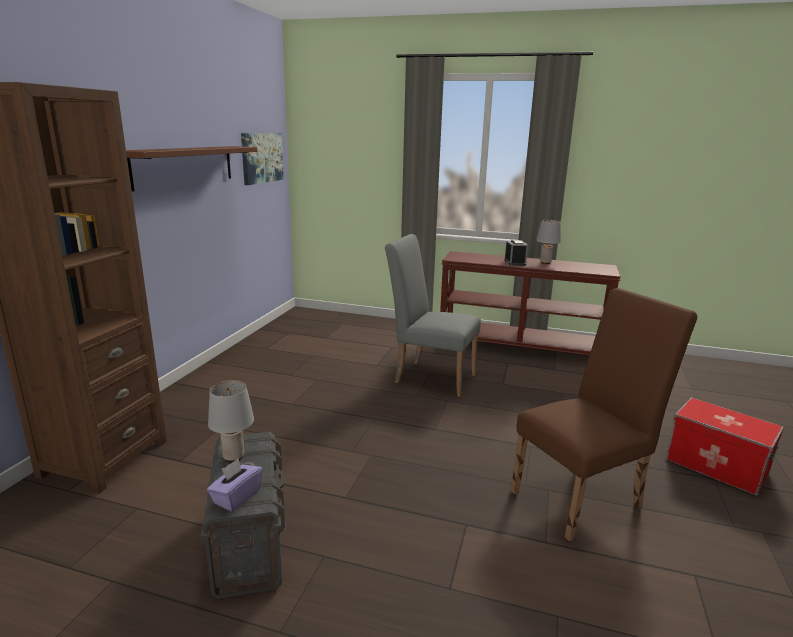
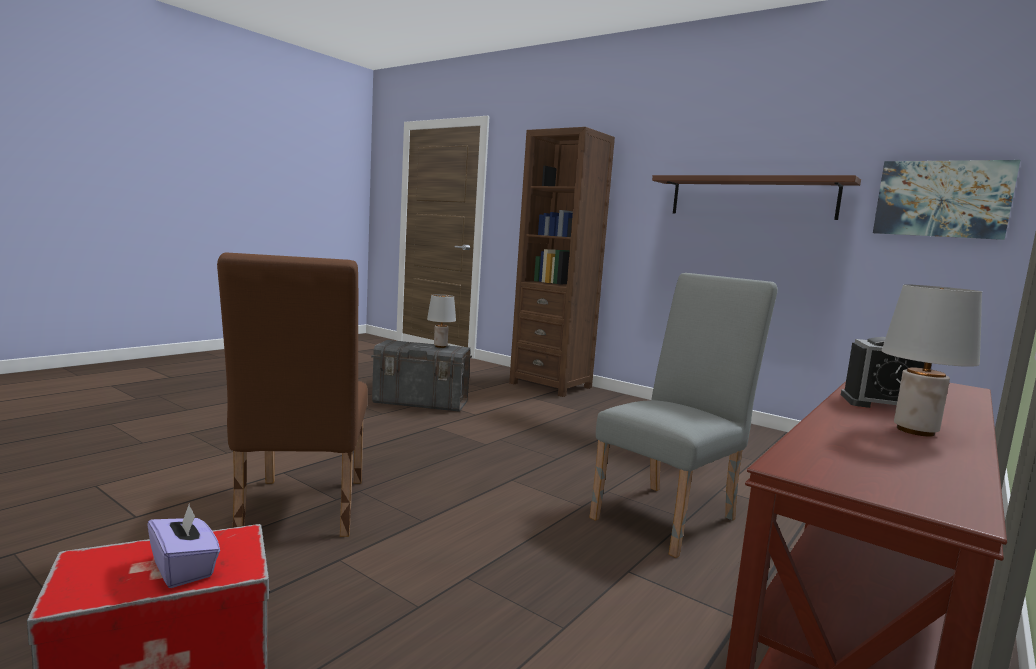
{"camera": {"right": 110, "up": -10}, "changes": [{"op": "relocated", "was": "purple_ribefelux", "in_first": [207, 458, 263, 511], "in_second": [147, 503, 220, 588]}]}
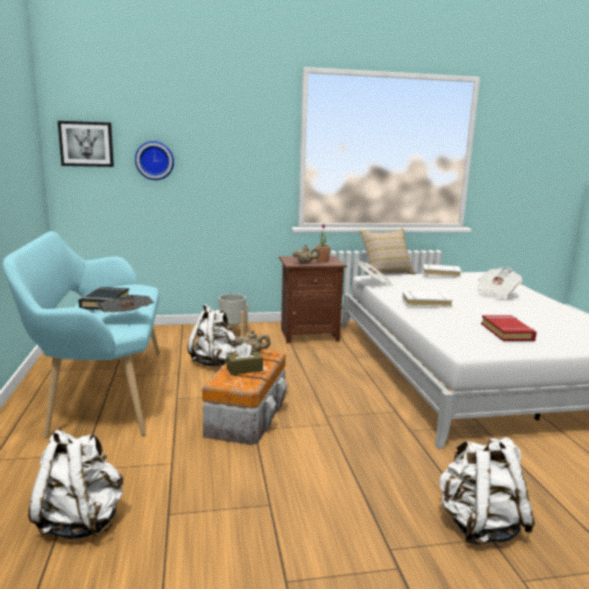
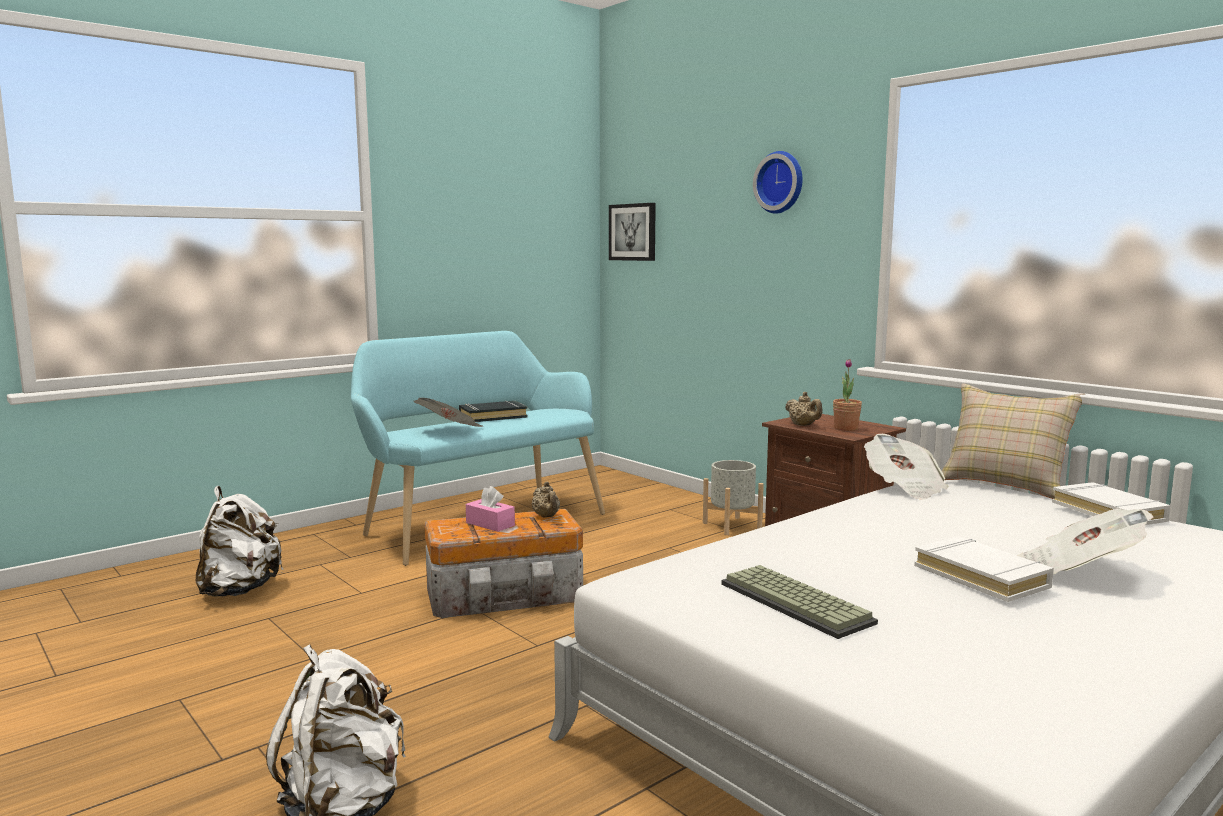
{"camera": {"right": 60, "up": -5}, "changes": [{"op": "missing", "was": "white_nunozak", "in_first": [187, 304, 237, 366]}, {"op": "relocated", "was": "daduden", "in_first": [135, 141, 174, 180], "in_second": [753, 151, 802, 214]}, {"op": "relocated", "was": "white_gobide", "in_first": [402, 291, 453, 308], "in_second": [914, 536, 1054, 602]}, {"op": "exchanged", "was": "red_gobide", "now": "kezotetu", "in_first": [481, 315, 537, 341], "in_second": [721, 565, 878, 639]}, {"op": "colour", "was": "brown_ribefelux", "now": "pink_ribefelux", "in_first": [226, 343, 263, 375], "in_second": [466, 486, 515, 532]}]}
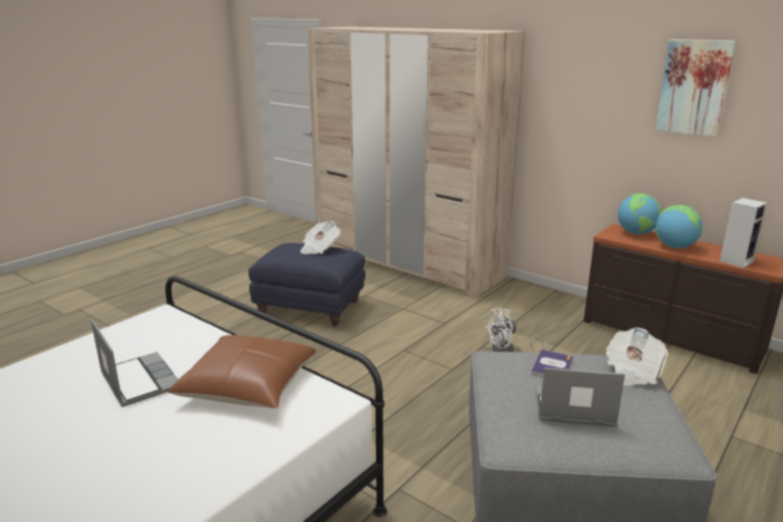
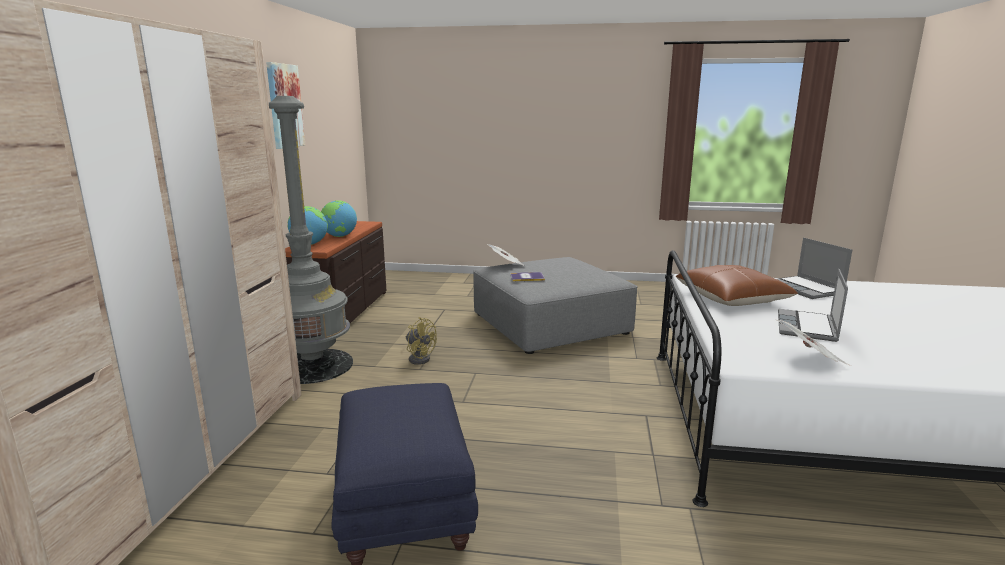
{"camera": {"right": -120, "up": -5}, "changes": [{"op": "missing", "was": "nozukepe", "in_first": [720, 198, 768, 268]}, {"op": "appeared", "now": "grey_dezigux", "in_second": [269, 96, 353, 384]}, {"op": "relocated", "was": "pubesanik", "in_first": [300, 221, 340, 254], "in_second": [777, 320, 852, 366]}, {"op": "relocated", "was": "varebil", "in_first": [536, 368, 625, 427], "in_second": [777, 238, 852, 299]}, {"op": "colour", "was": "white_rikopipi", "now": "yellow_rikopipi", "in_first": [485, 308, 544, 353], "in_second": [406, 317, 437, 365]}]}
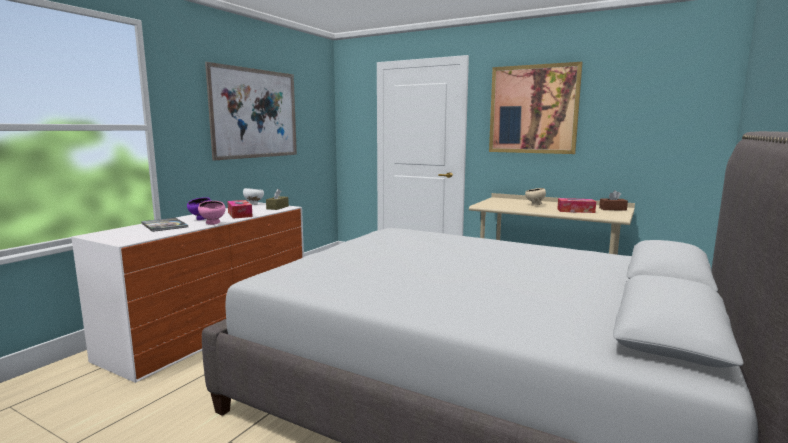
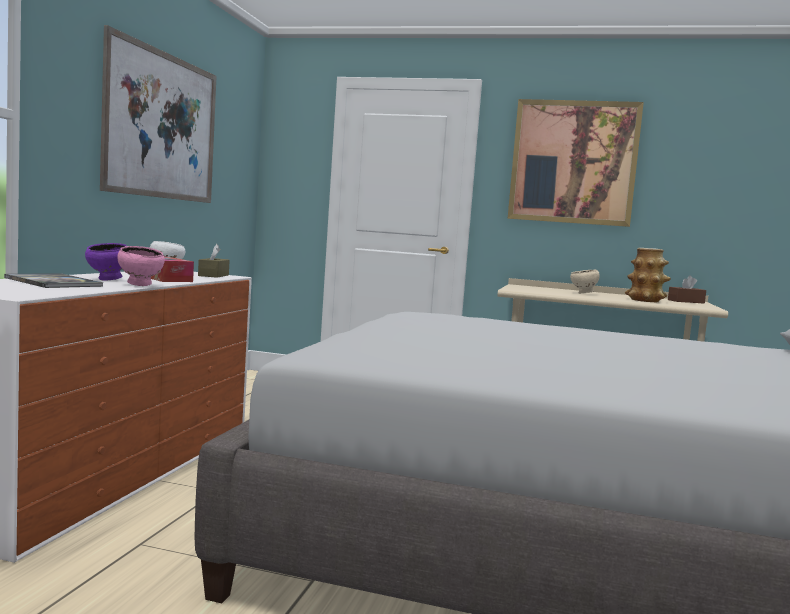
{"camera": {"right": -15, "up": -5}, "changes": [{"op": "exchanged", "was": "ribefelux", "now": "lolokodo", "in_first": [557, 198, 596, 213], "in_second": [625, 248, 671, 302]}]}
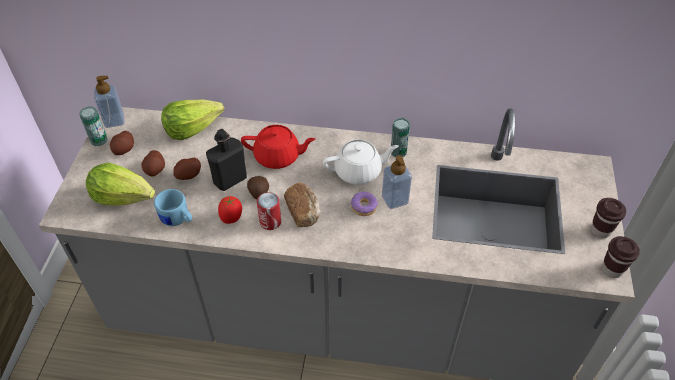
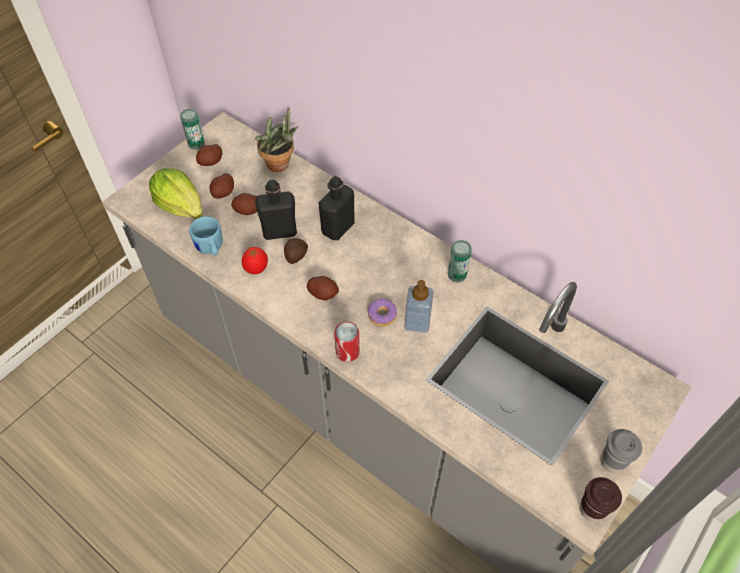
{"camera": {"right": 30, "up": 5}, "changes": [{"op": "missing", "was": "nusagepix", "in_first": [94, 76, 125, 128]}, {"op": "missing", "was": "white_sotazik", "in_first": [323, 139, 399, 185]}, {"op": "relocated", "was": "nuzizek", "in_first": [257, 192, 281, 230], "in_second": [334, 322, 360, 362]}, {"op": "exchanged", "was": "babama", "now": "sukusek", "in_first": [161, 99, 224, 140], "in_second": [255, 108, 298, 172]}, {"op": "exchanged", "was": "red_sotazik", "now": "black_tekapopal", "in_first": [241, 125, 316, 169], "in_second": [318, 176, 355, 240]}, {"op": "exchanged", "was": "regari", "now": "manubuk", "in_first": [284, 182, 321, 227], "in_second": [307, 276, 339, 300]}, {"op": "colour", "was": "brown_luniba", "now": "grey_luniba", "in_first": [591, 198, 627, 238], "in_second": [601, 429, 642, 473]}]}
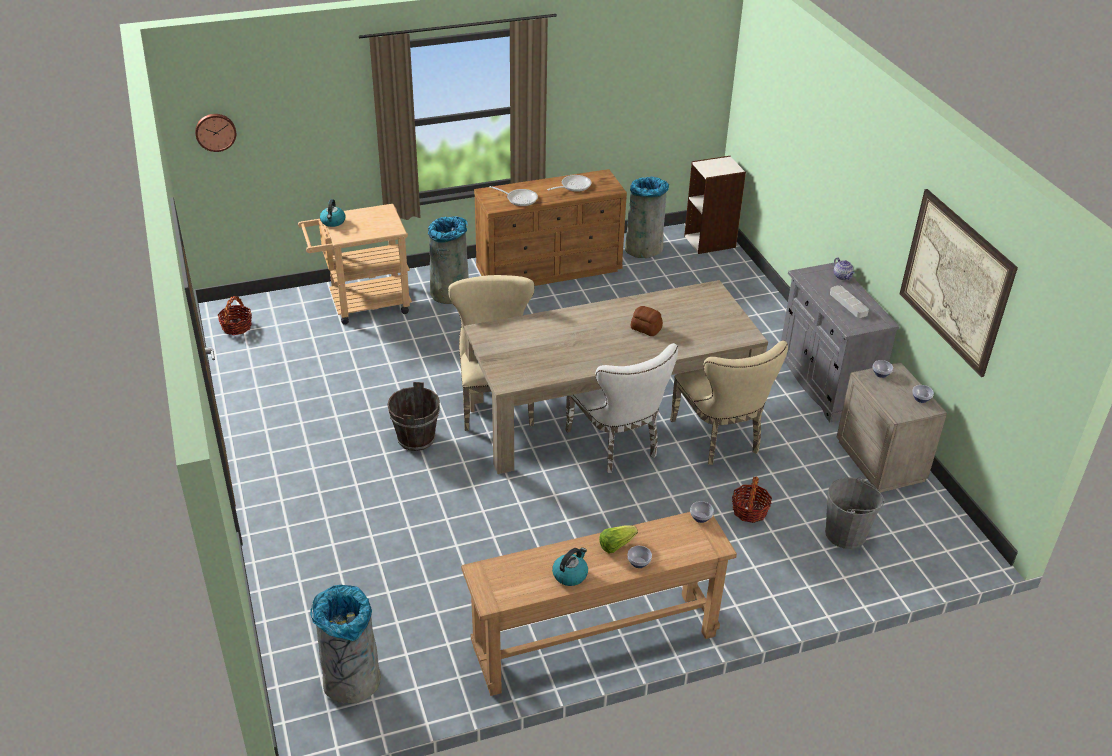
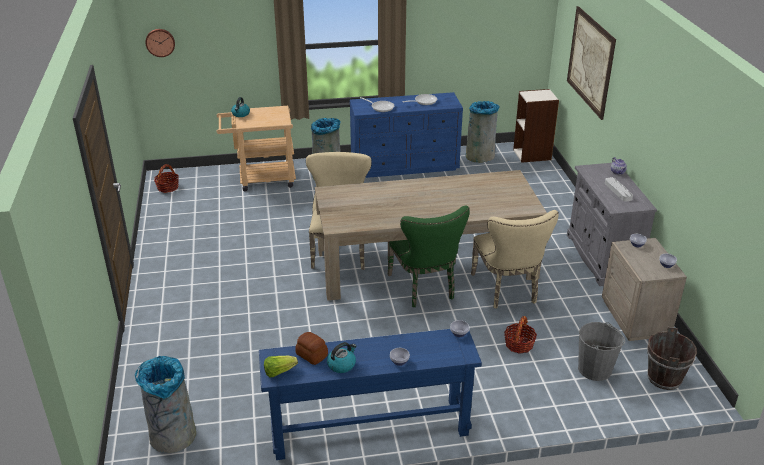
{"camera": {"right": 10, "up": -5}, "changes": [{"op": "relocated", "was": "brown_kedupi", "in_first": [387, 382, 440, 451], "in_second": [647, 327, 697, 390]}, {"op": "relocated", "was": "babama", "in_first": [599, 525, 638, 553], "in_second": [264, 355, 298, 377]}, {"op": "relocated", "was": "regari", "in_first": [630, 306, 663, 336], "in_second": [295, 332, 328, 365]}, {"op": "relocated", "was": "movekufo", "in_first": [900, 189, 1018, 377], "in_second": [567, 6, 616, 120]}, {"op": "colour", "was": "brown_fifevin", "now": "blue_fifevin", "in_first": [461, 512, 737, 696], "in_second": [259, 329, 482, 460]}, {"op": "colour", "was": "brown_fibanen", "now": "blue_fibanen", "in_first": [474, 169, 627, 286], "in_second": [350, 92, 463, 178]}, {"op": "colour", "was": "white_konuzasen", "now": "green_konuzasen", "in_first": [565, 343, 678, 473], "in_second": [388, 205, 470, 307]}]}
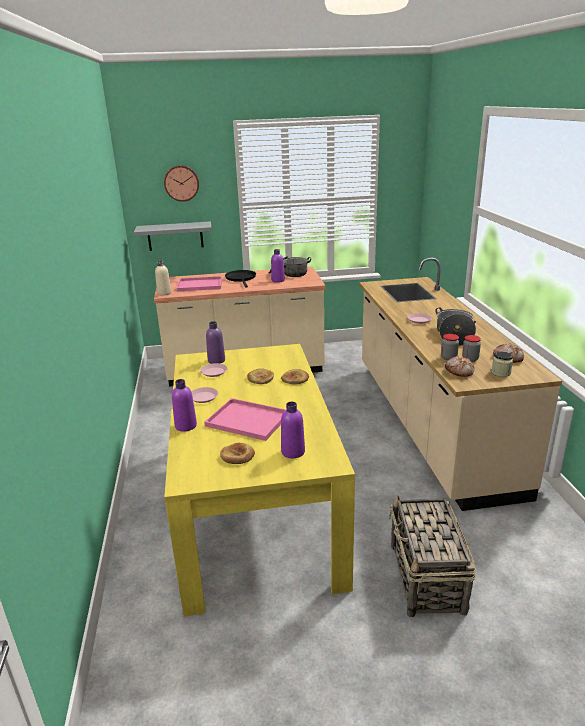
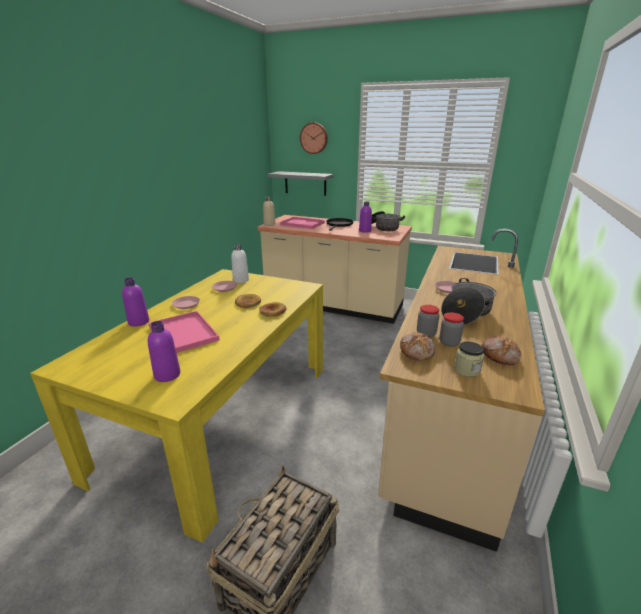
{"camera": {"right": 30, "up": 0}, "changes": [{"op": "missing", "was": "regari", "in_first": [220, 443, 255, 464]}, {"op": "colour", "was": "purple_tekapopal", "now": "white_tekapopal", "in_first": [206, 321, 225, 364], "in_second": [231, 244, 249, 283]}]}
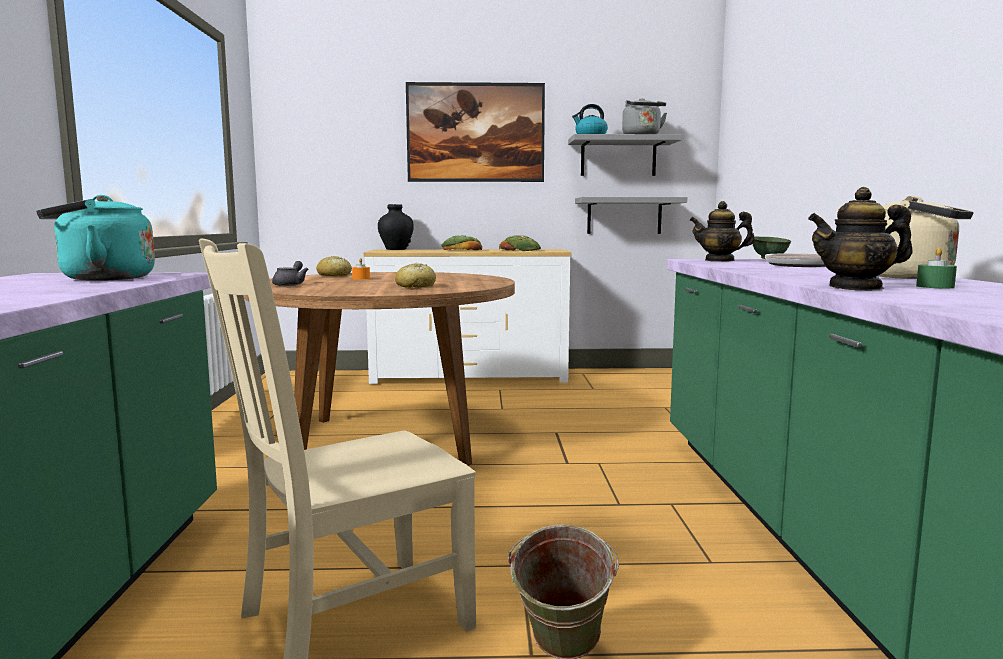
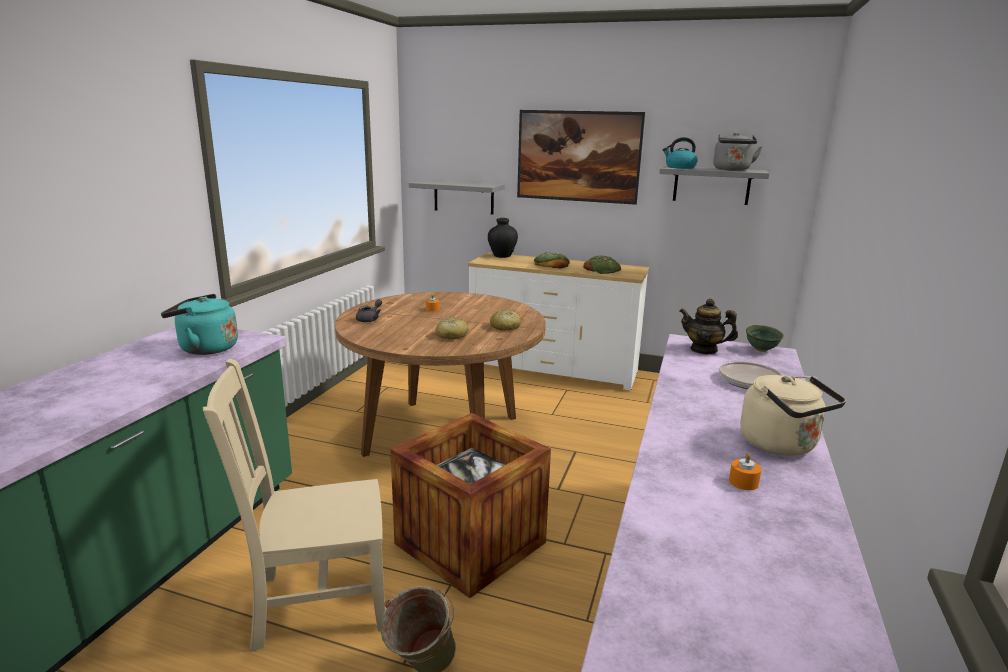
{"camera": {"right": 20, "up": 10}, "changes": [{"op": "missing", "was": "sotazik", "in_first": [808, 187, 913, 291]}, {"op": "appeared", "now": "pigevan", "in_second": [390, 413, 551, 598]}, {"op": "relocated", "was": "regari", "in_first": [316, 256, 352, 276], "in_second": [490, 310, 521, 331]}, {"op": "relocated", "was": "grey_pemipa", "in_first": [575, 197, 687, 234], "in_second": [409, 180, 505, 215]}, {"op": "colour", "was": "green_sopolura", "now": "orange_sopolura", "in_first": [916, 248, 957, 288], "in_second": [729, 453, 762, 490]}]}
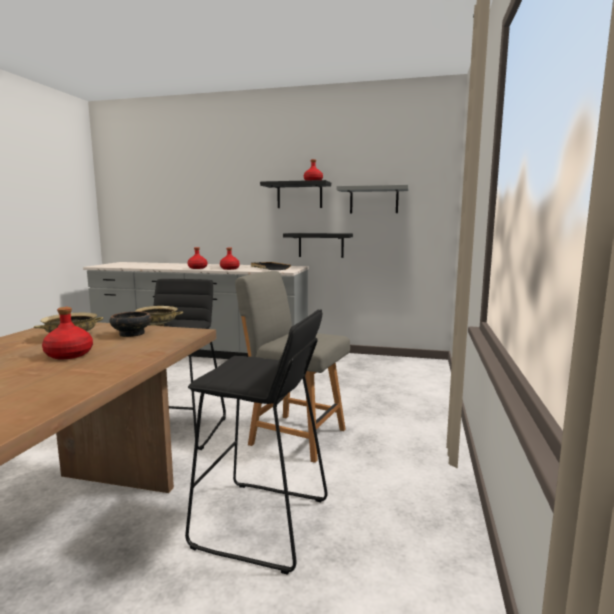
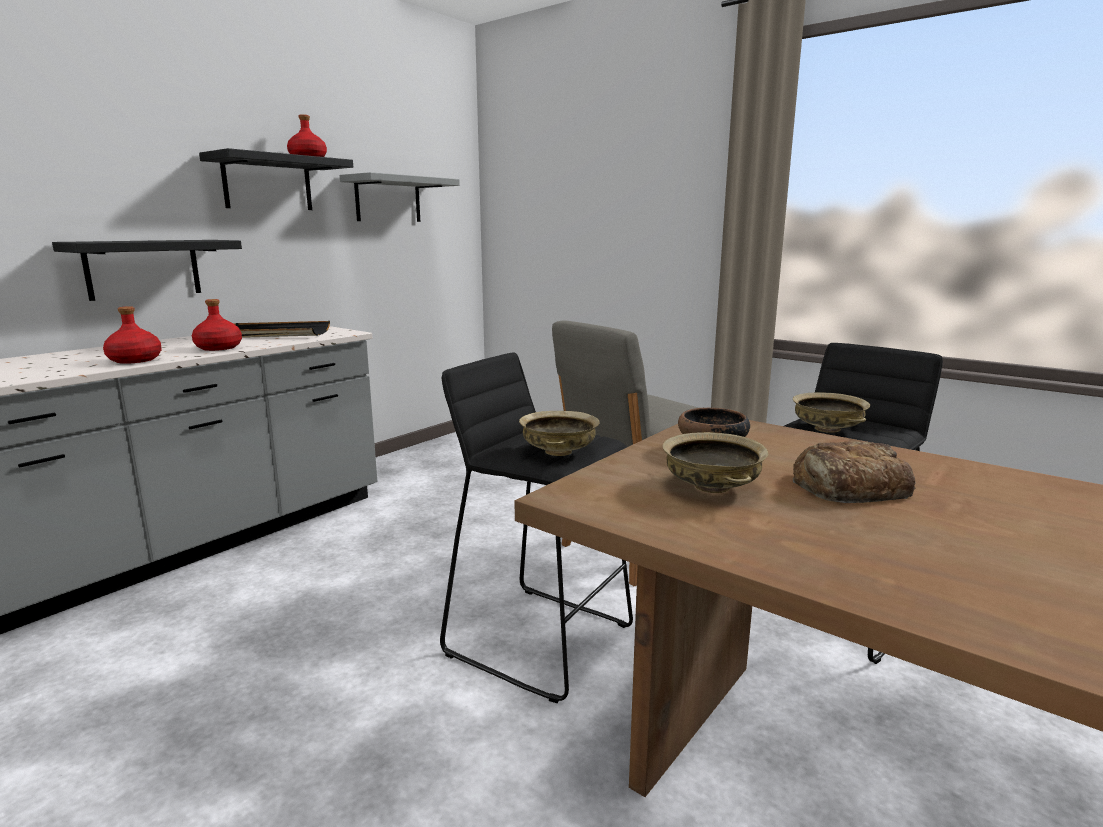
{"camera": {"right": -65, "up": 5}, "changes": [{"op": "appeared", "now": "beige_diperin", "in_second": [793, 392, 870, 433]}, {"op": "relocated", "was": "black_pemipa", "in_first": [283, 233, 353, 258], "in_second": [52, 240, 242, 301]}, {"op": "exchanged", "was": "red_tekapopal", "now": "regari", "in_first": [42, 307, 93, 359], "in_second": [793, 441, 916, 503]}]}
